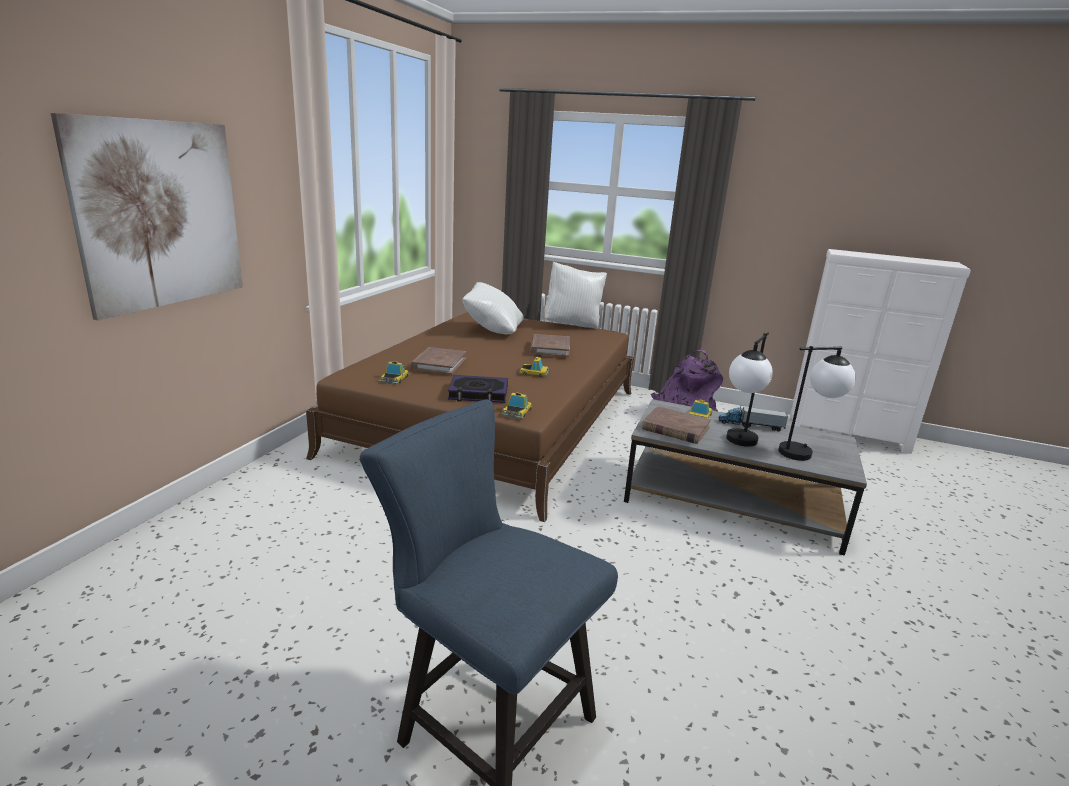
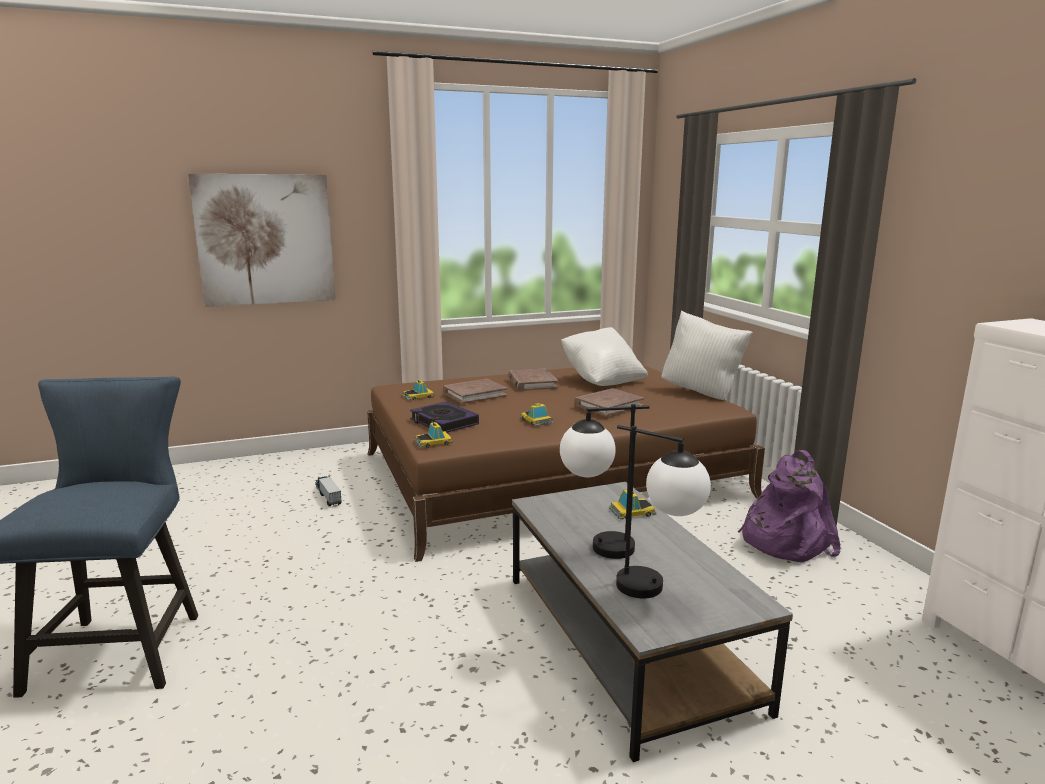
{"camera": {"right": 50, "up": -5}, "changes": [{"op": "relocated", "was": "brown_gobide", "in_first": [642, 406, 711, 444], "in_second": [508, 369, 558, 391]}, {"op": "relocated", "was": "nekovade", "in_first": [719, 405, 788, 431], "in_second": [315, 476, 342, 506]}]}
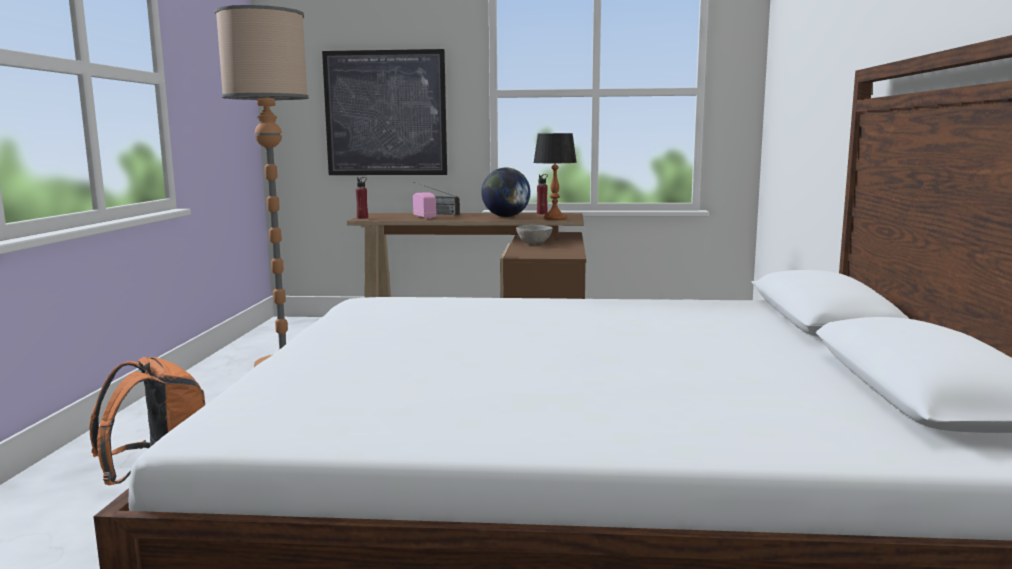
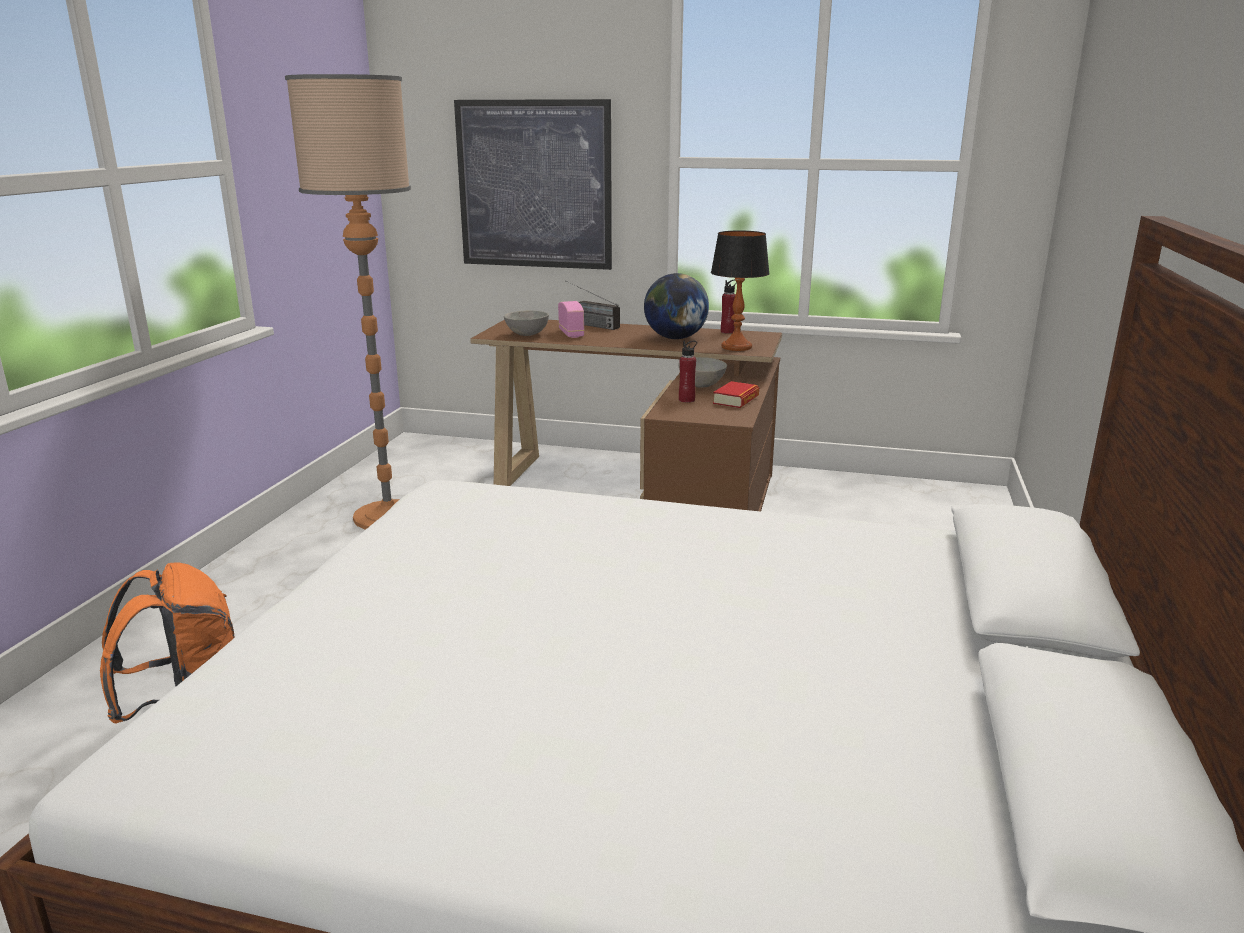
{"camera": {"right": 10, "up": 10}, "changes": [{"op": "appeared", "now": "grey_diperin", "in_second": [504, 310, 549, 336]}, {"op": "appeared", "now": "gobide", "in_second": [713, 381, 759, 408]}, {"op": "relocated", "was": "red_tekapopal", "in_first": [356, 177, 368, 219], "in_second": [679, 341, 697, 403]}]}
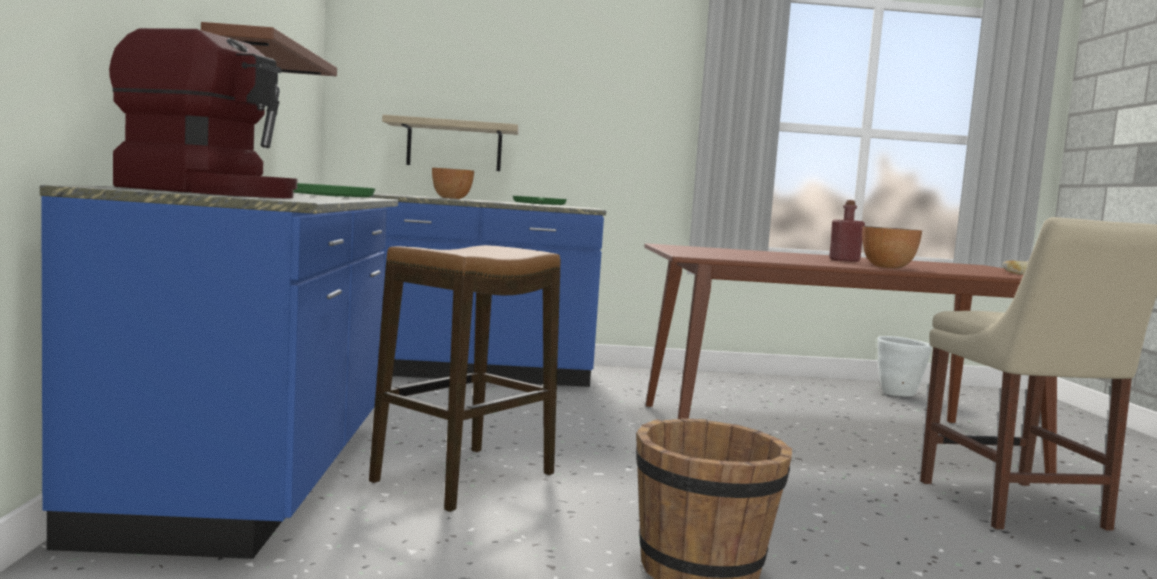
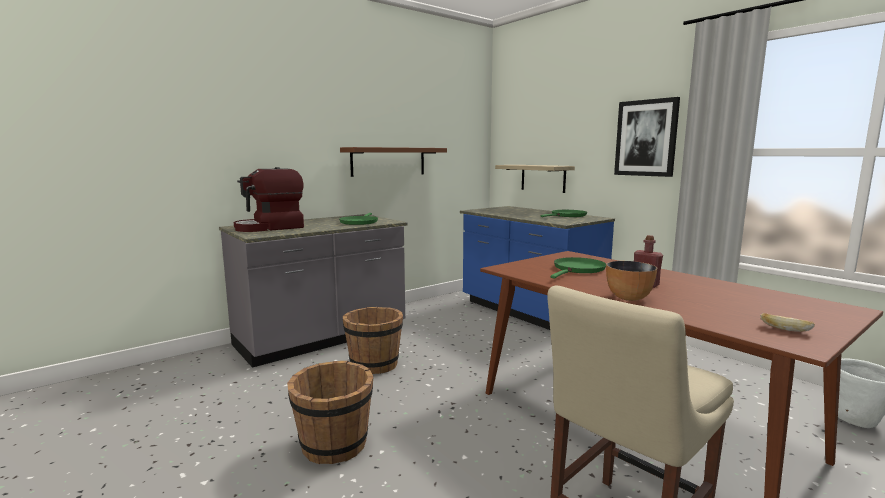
{"camera": {"right": 55, "up": 5}, "changes": [{"op": "missing", "was": "diperin", "in_first": [432, 168, 474, 199]}, {"op": "appeared", "now": "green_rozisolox", "in_second": [551, 257, 606, 278]}, {"op": "appeared", "now": "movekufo", "in_second": [614, 97, 680, 177]}, {"op": "exchanged", "was": "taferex", "now": "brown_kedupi", "in_first": [369, 245, 561, 512], "in_second": [343, 307, 403, 374]}, {"op": "colour", "was": "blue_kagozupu", "now": "grey_kagozupu", "in_first": [40, 185, 398, 559], "in_second": [219, 214, 407, 368]}, {"op": "spun", "was": "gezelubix", "in_first": [109, 28, 297, 198], "in_second": [234, 167, 304, 232], "clockwise": 75}]}
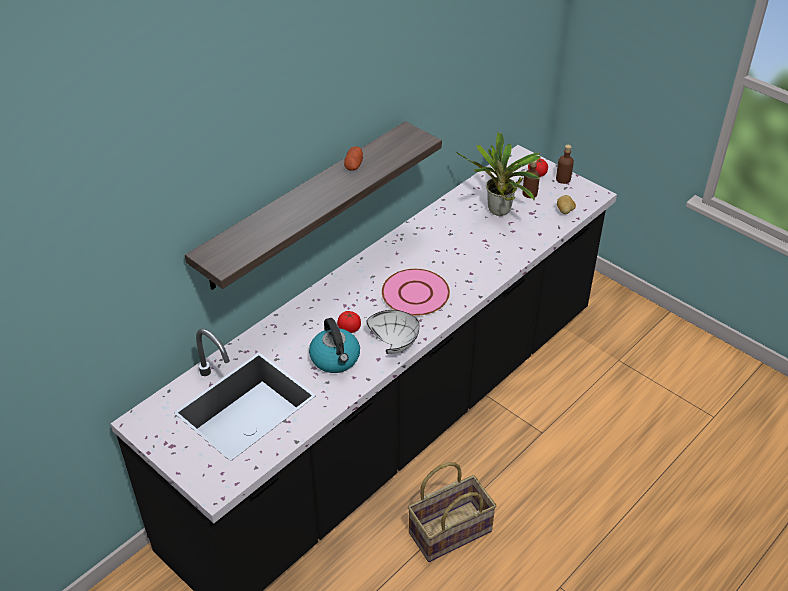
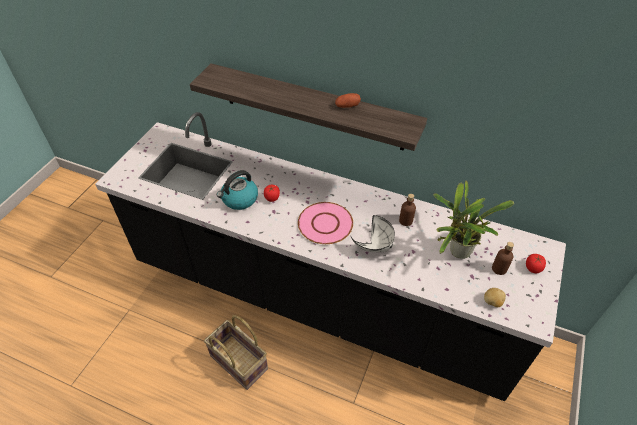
{"camera": {"right": 70, "up": 5}, "changes": [{"op": "relocated", "was": "white_diperin", "in_first": [366, 310, 420, 354], "in_second": [350, 215, 395, 252]}, {"op": "relocated", "was": "brown_tekapopal", "in_first": [556, 145, 574, 184], "in_second": [399, 194, 416, 226]}]}
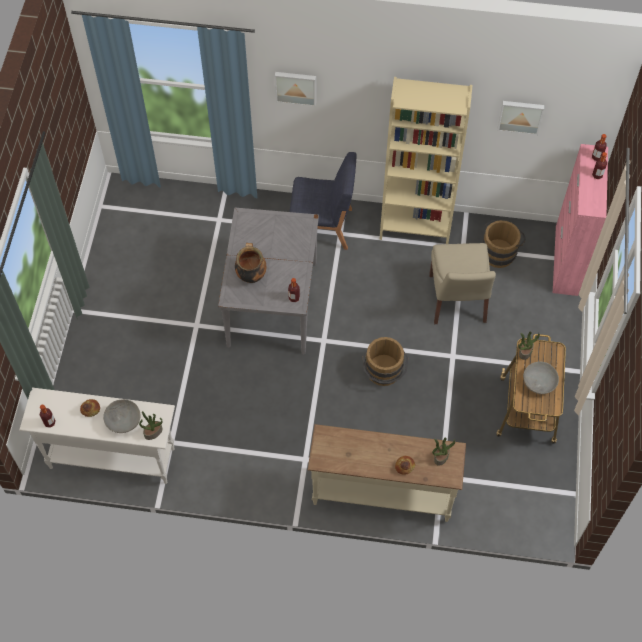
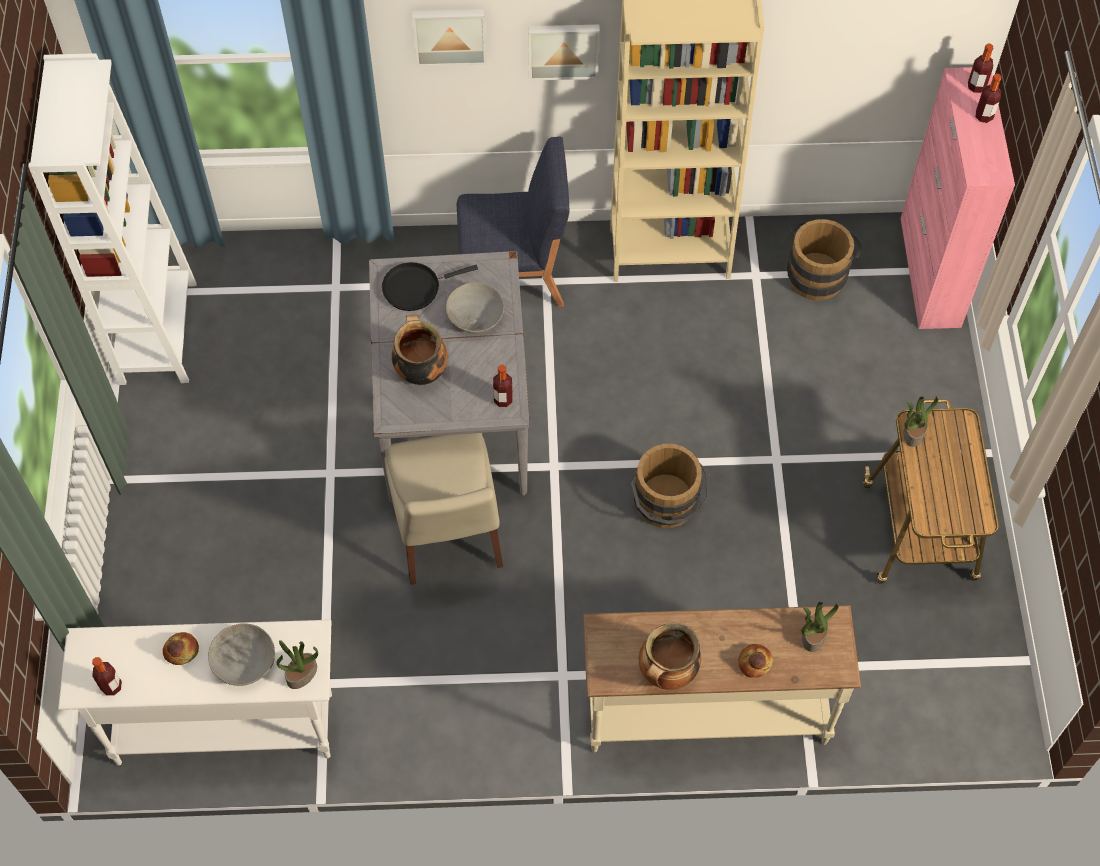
{"camera": {"right": -10, "up": 0}, "changes": [{"op": "appeared", "now": "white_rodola", "in_second": [28, 53, 197, 385]}, {"op": "appeared", "now": "black_rozisolox", "in_second": [382, 262, 478, 311]}, {"op": "appeared", "now": "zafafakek", "in_second": [639, 623, 701, 690]}, {"op": "relocated", "was": "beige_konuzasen", "in_first": [429, 243, 496, 324], "in_second": [384, 433, 503, 585]}, {"op": "relocated", "was": "movekufo", "in_first": [497, 101, 545, 135], "in_second": [528, 24, 600, 81]}, {"op": "relocated", "was": "grey_diperin", "in_first": [523, 362, 559, 394], "in_second": [446, 282, 504, 334]}]}
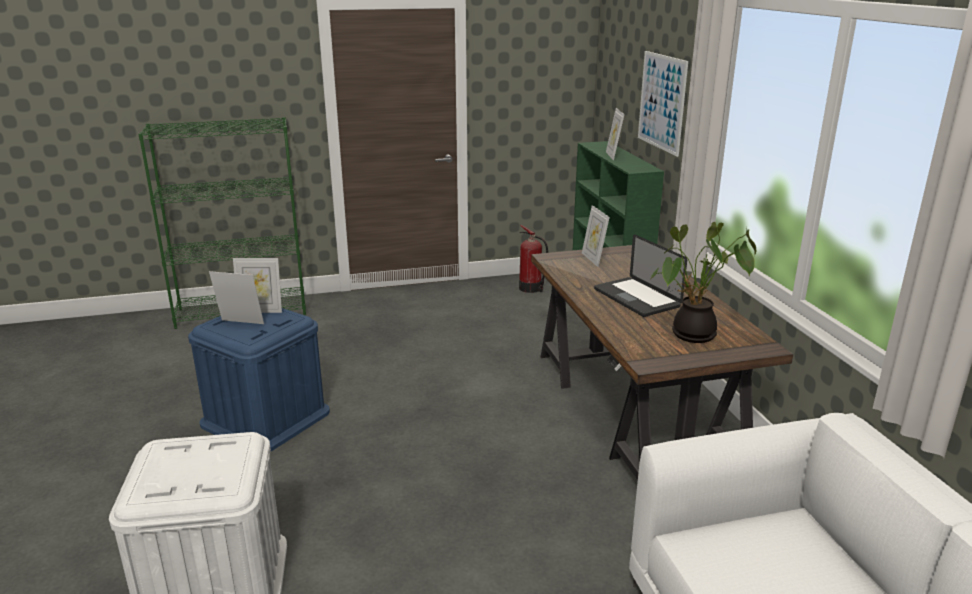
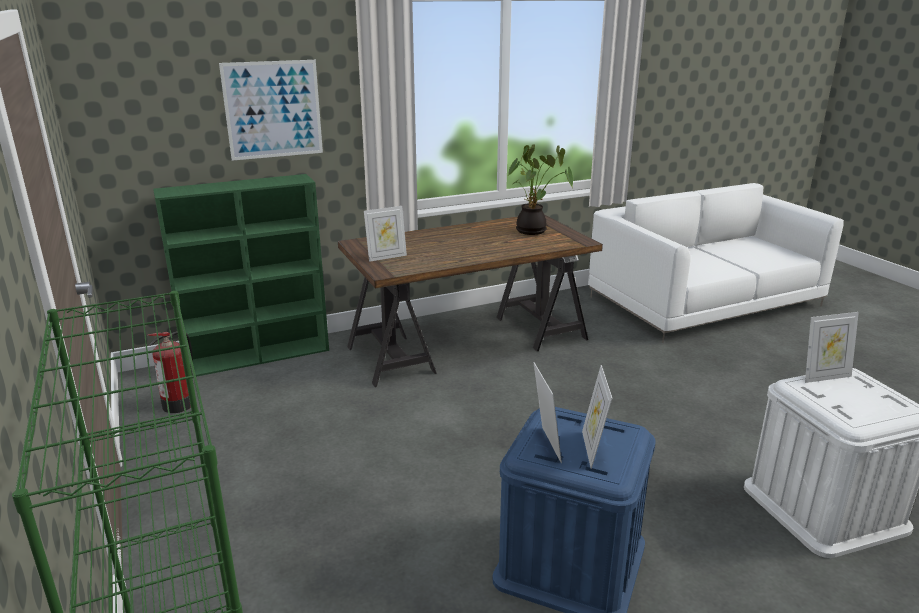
{"camera": {"right": -100, "up": 0}, "changes": [{"op": "missing", "was": "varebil", "in_first": [594, 234, 687, 317]}, {"op": "relocated", "was": "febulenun", "in_first": [606, 108, 624, 161], "in_second": [805, 312, 859, 383]}]}
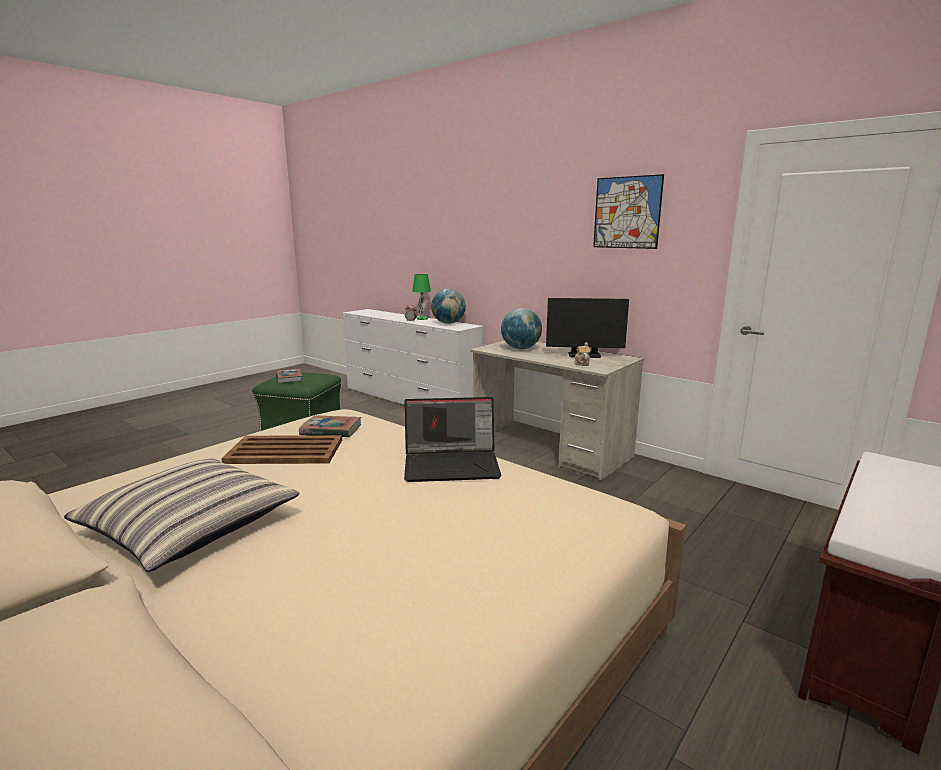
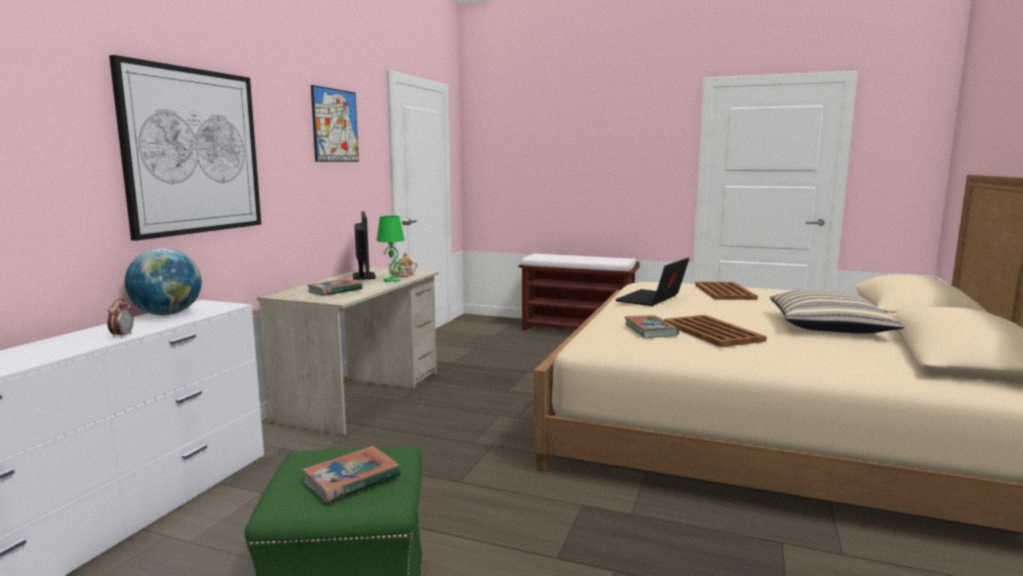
{"camera": {"right": -110, "up": -5}, "changes": [{"op": "appeared", "now": "movekufo", "in_second": [109, 55, 261, 241]}, {"op": "appeared", "now": "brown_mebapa", "in_second": [695, 282, 758, 300]}, {"op": "relocated", "was": "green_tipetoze", "in_first": [412, 274, 431, 320], "in_second": [376, 216, 404, 282]}, {"op": "exchanged", "was": "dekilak", "now": "gobide", "in_first": [501, 308, 542, 349], "in_second": [307, 278, 363, 296]}, {"op": "spun", "was": "varebil", "in_first": [404, 397, 501, 482], "in_second": [615, 257, 689, 306], "clockwise": -120}]}
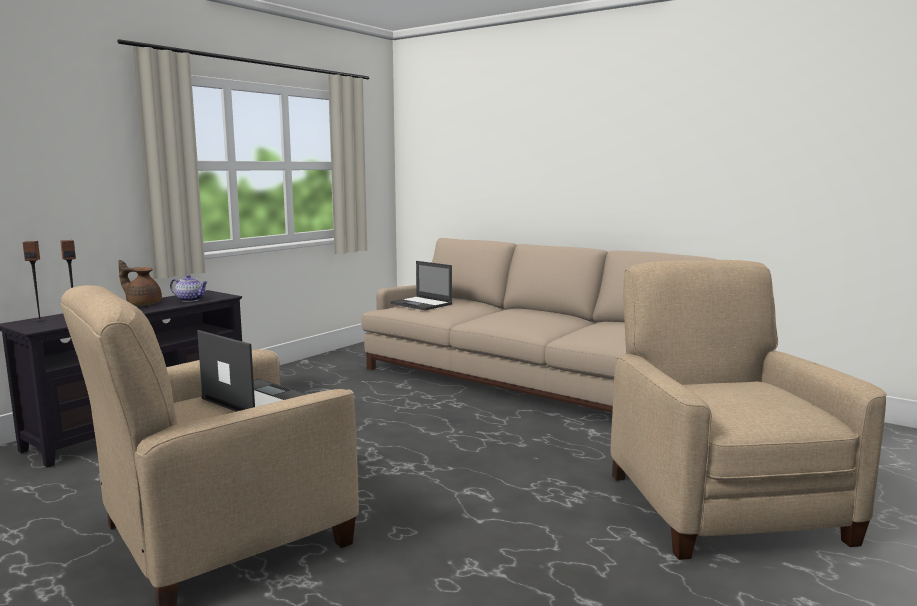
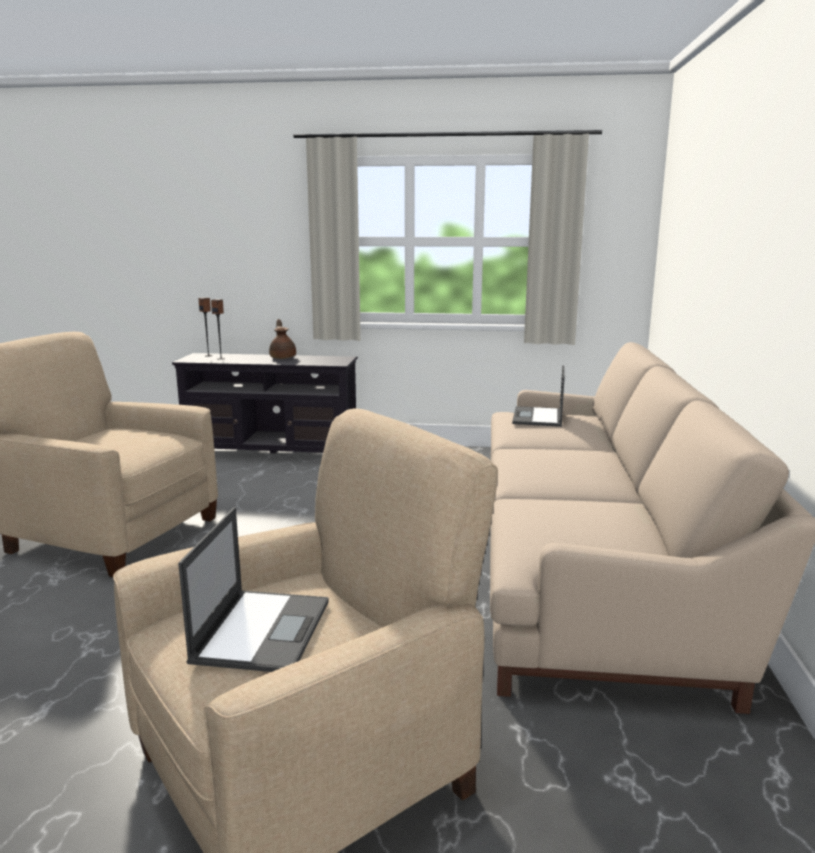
{"camera": {"right": 60, "up": 5}, "changes": [{"op": "missing", "was": "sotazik", "in_first": [170, 275, 208, 302]}, {"op": "relocated", "was": "varebil", "in_first": [197, 330, 307, 412], "in_second": [178, 507, 329, 672]}]}
